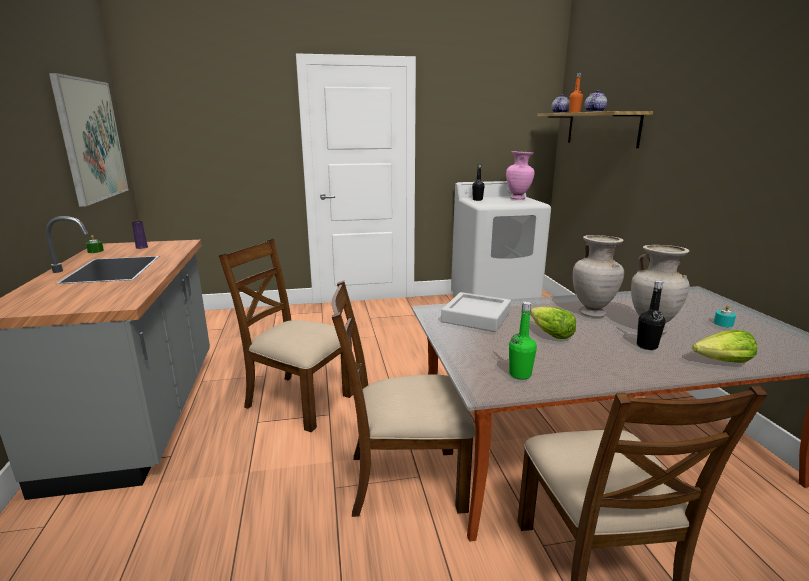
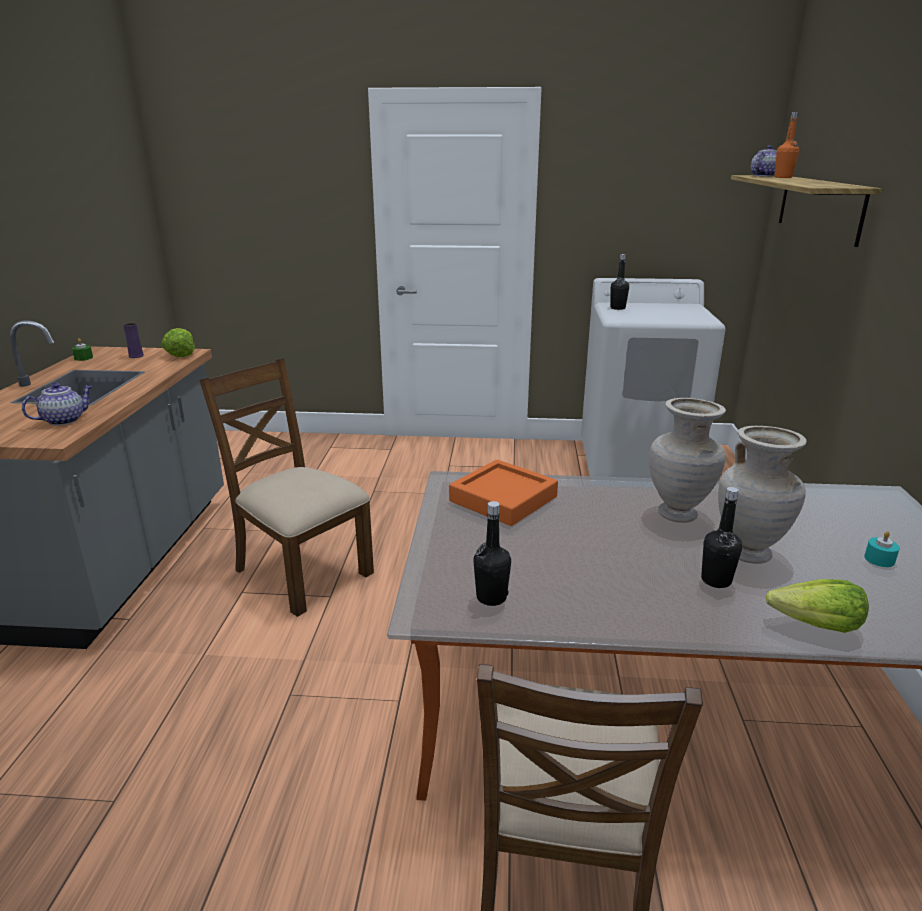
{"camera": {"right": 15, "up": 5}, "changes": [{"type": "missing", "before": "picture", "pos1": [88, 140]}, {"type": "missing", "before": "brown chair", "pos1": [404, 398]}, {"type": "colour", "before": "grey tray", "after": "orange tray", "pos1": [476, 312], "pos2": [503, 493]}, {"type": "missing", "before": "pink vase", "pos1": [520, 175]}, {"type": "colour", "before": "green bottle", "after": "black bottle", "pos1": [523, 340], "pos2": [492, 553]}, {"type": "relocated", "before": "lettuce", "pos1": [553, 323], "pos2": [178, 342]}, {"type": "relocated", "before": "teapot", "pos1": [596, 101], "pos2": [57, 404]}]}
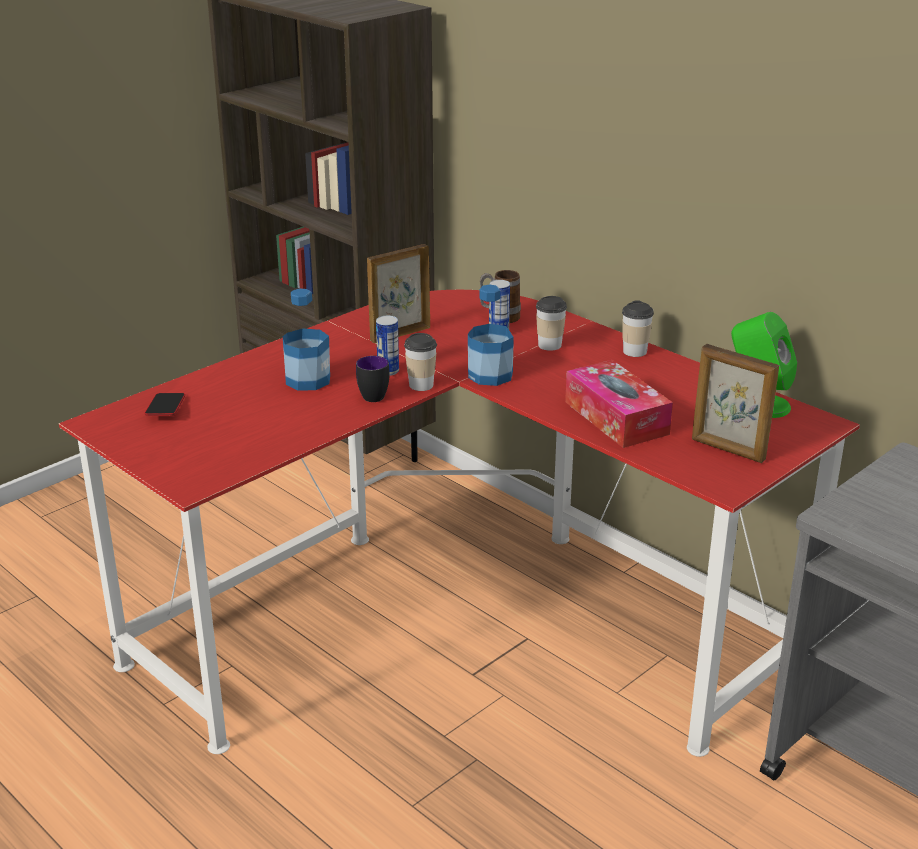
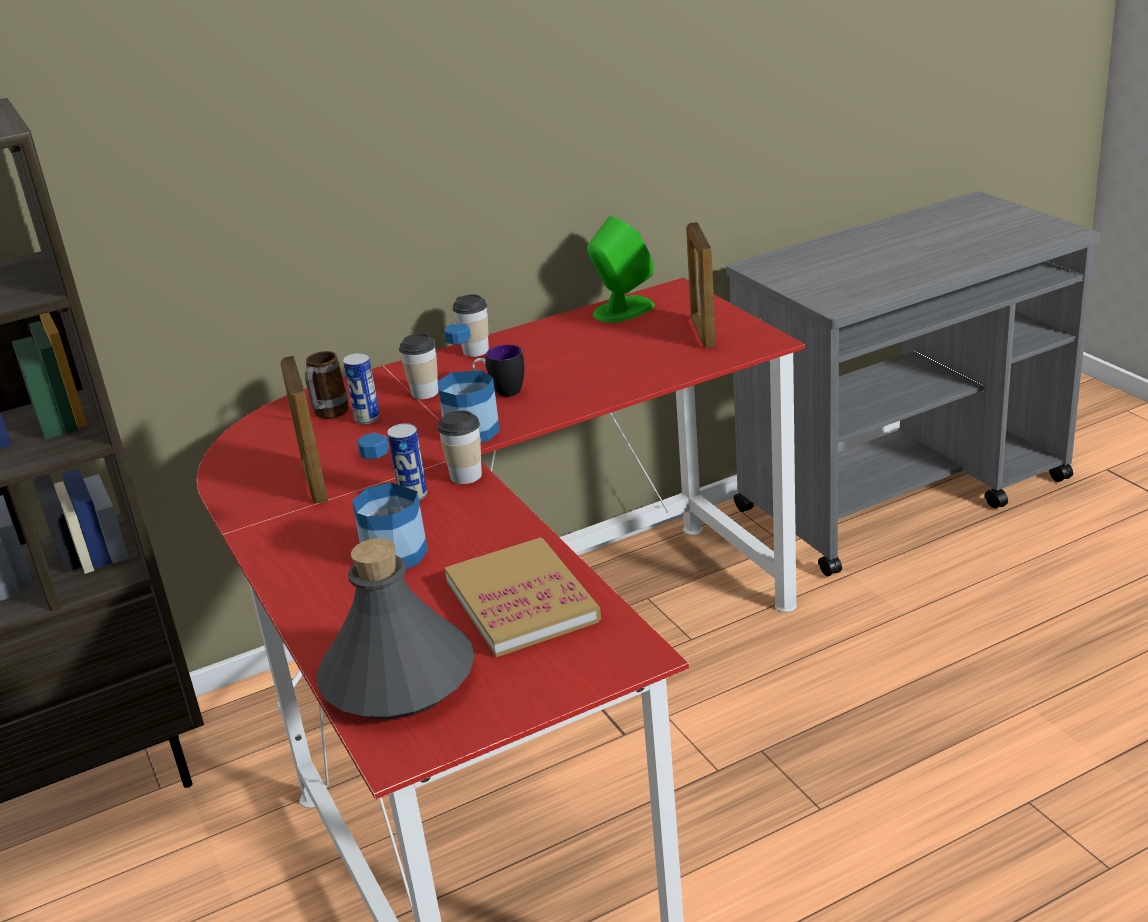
{"camera": {"right": -70, "up": 0}, "changes": [{"type": "exchanged", "before": "phone", "after": "grey bottle", "pos1": [165, 404], "pos2": [396, 628]}, {"type": "relocated", "before": "mug", "pos1": [373, 379], "pos2": [498, 371]}, {"type": "missing", "before": "tissue box", "pos1": [619, 404]}, {"type": "spun", "before": "picture frame", "pos1": [735, 403], "pos2": [701, 285], "turn": 120}, {"type": "appeared", "after": "book", "pos2": [522, 597]}]}
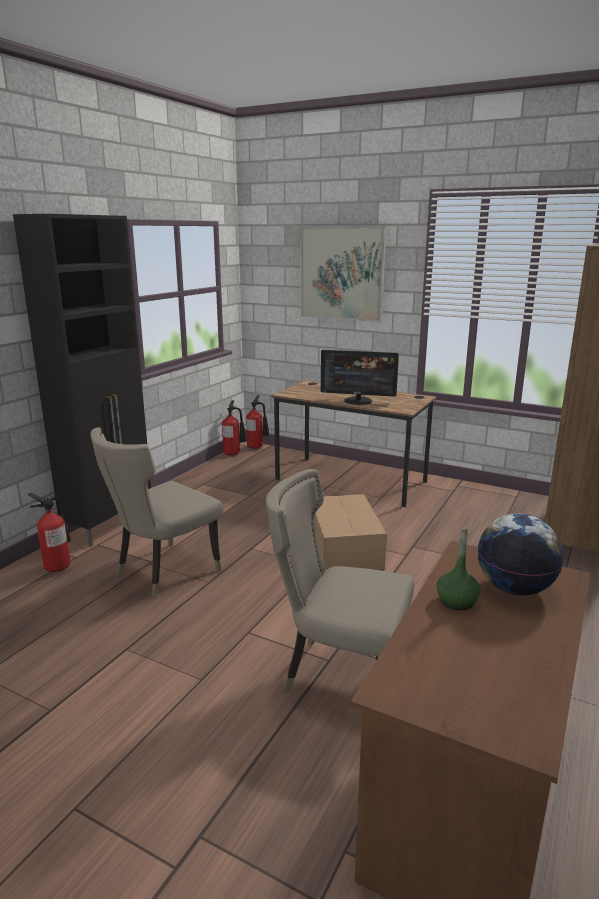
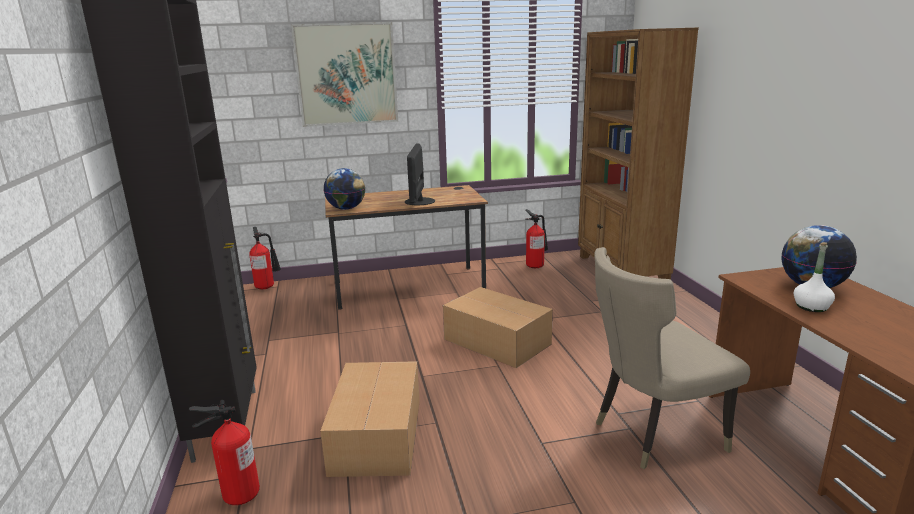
{"camera": {"right": -40, "up": 0}, "changes": [{"type": "exchanged", "before": "beige chair", "after": "cardboard box", "pos1": [157, 512], "pos2": [370, 419]}, {"type": "relocated", "before": "fire extinguisher", "pos1": [234, 428], "pos2": [536, 238]}, {"type": "spun", "before": "monitor", "pos1": [360, 377], "pos2": [420, 174], "turn": 120}, {"type": "colour", "before": "green bottle", "after": "white bottle", "pos1": [459, 569], "pos2": [814, 277]}, {"type": "appeared", "after": "globe", "pos2": [344, 189]}]}
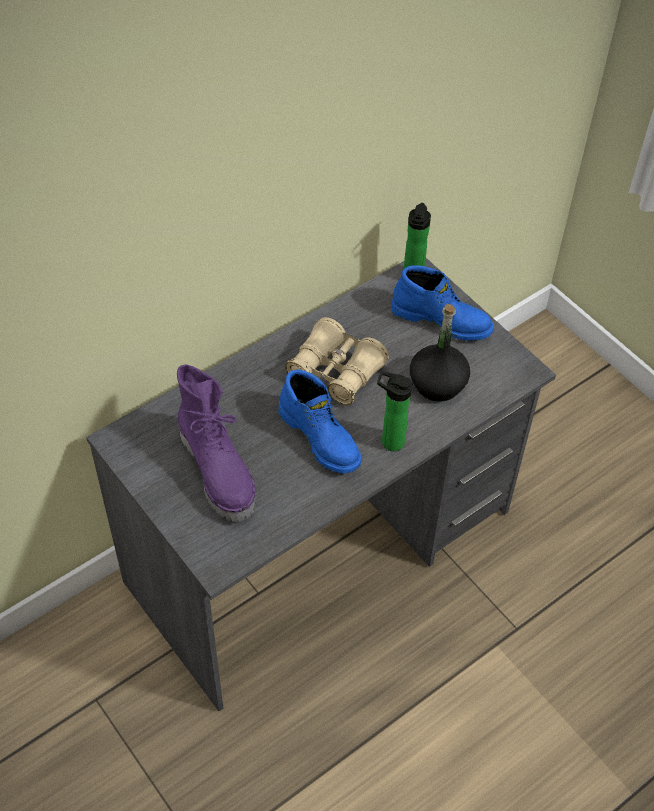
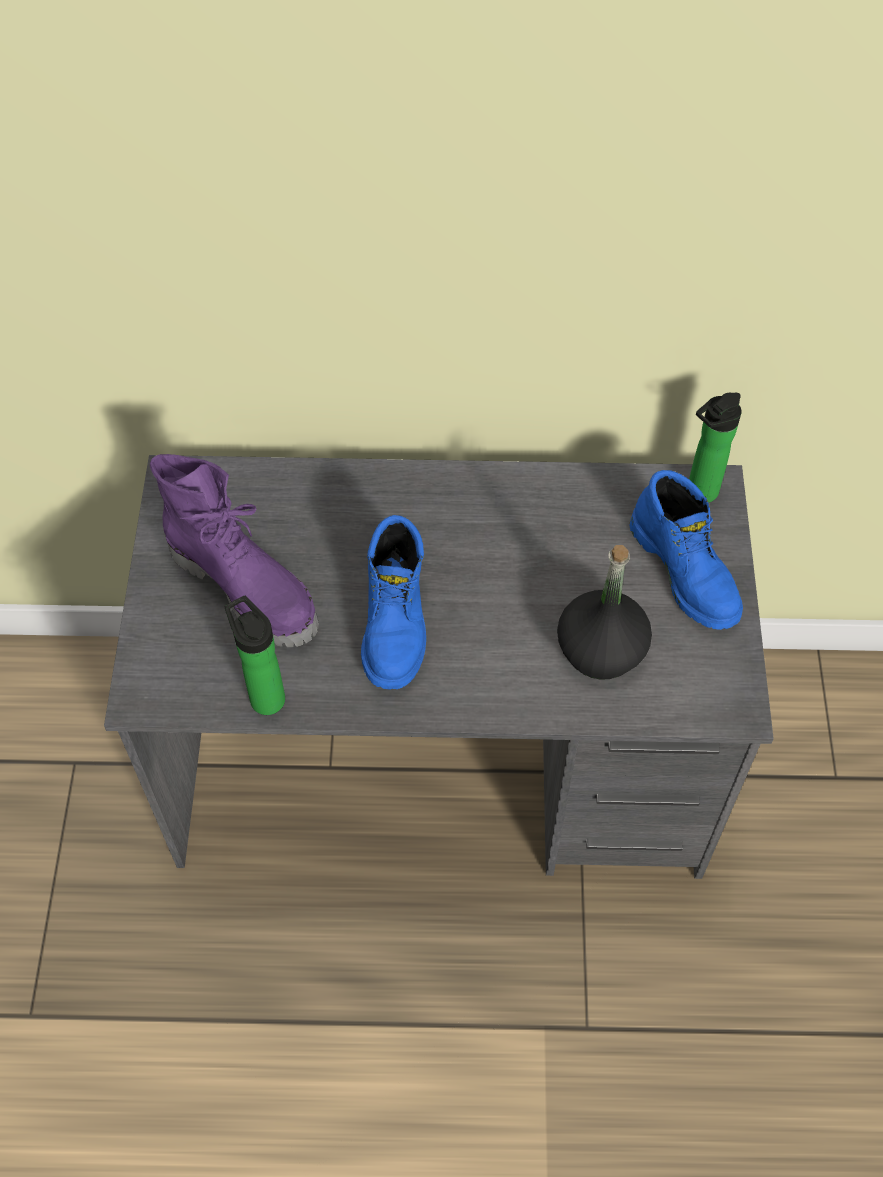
{"camera": {"right": 40, "up": 5}, "changes": [{"type": "spun", "before": "purple boot", "pos1": [216, 443], "pos2": [234, 550], "turn": -60}, {"type": "missing", "before": "beige binoculars", "pos1": [337, 361]}, {"type": "relocated", "before": "bottle", "pos1": [395, 411], "pos2": [255, 655]}]}
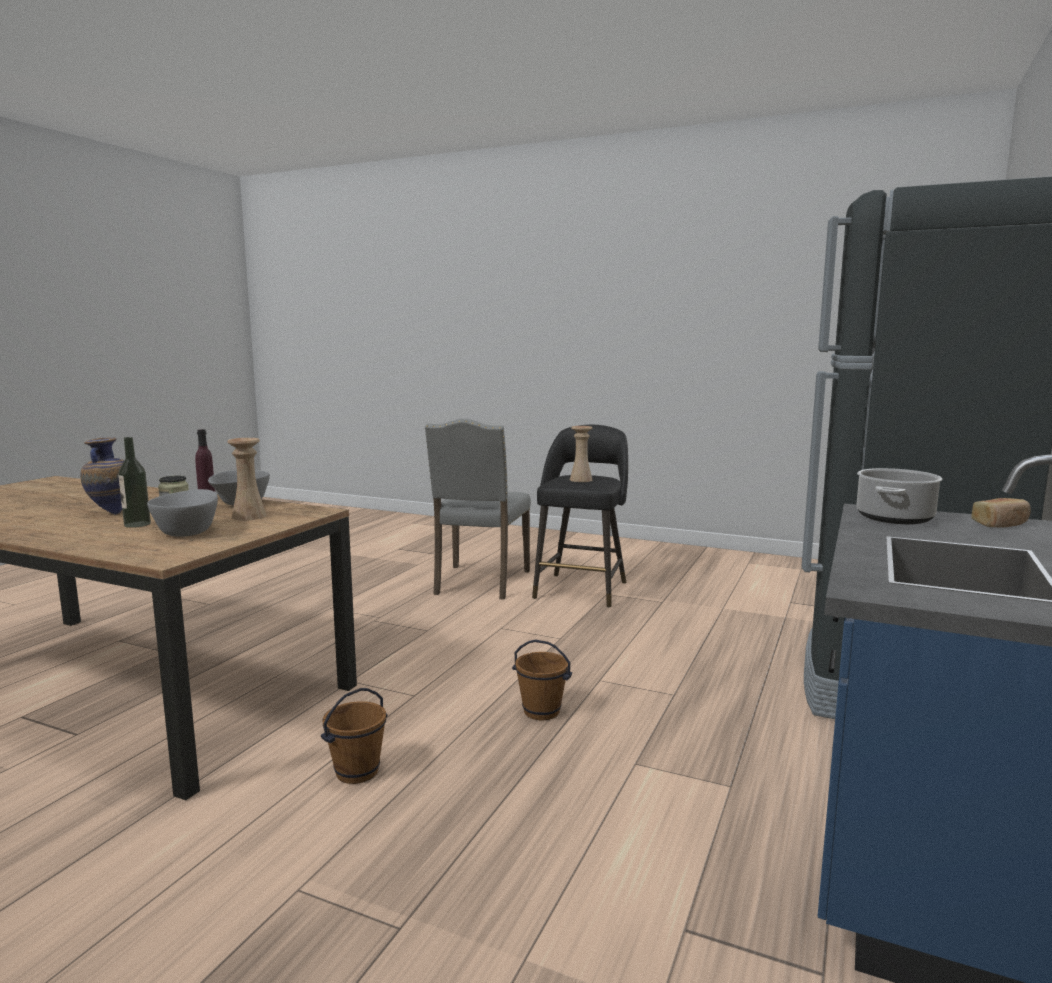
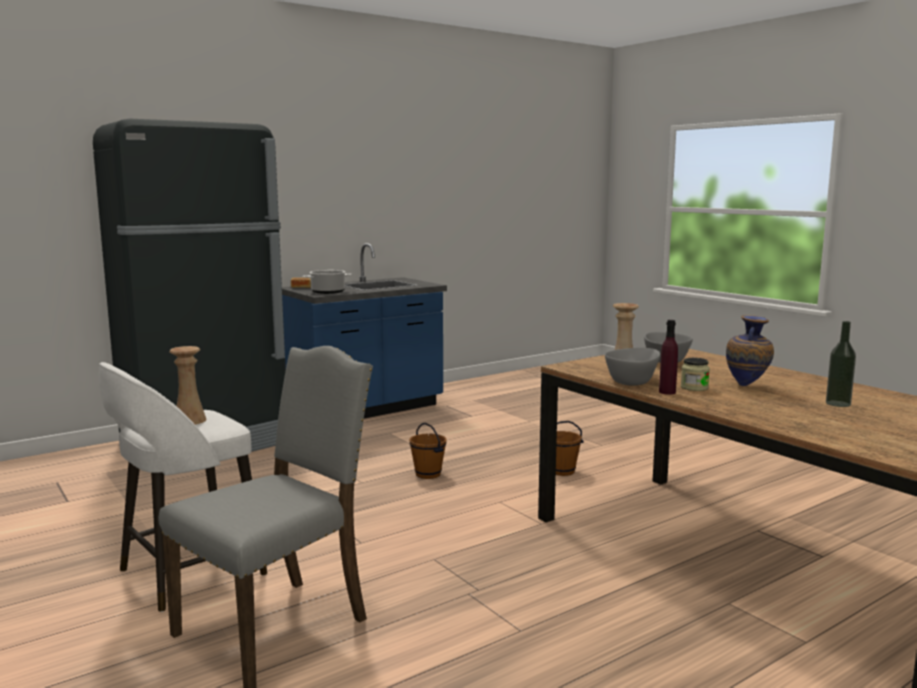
{"camera": {"right": -150, "up": 0}, "changes": [{"type": "relocated", "before": "bottle", "pos1": [134, 482], "pos2": [841, 364]}, {"type": "colour", "before": "black stool", "after": "white stool", "pos1": [580, 516], "pos2": [183, 487]}]}
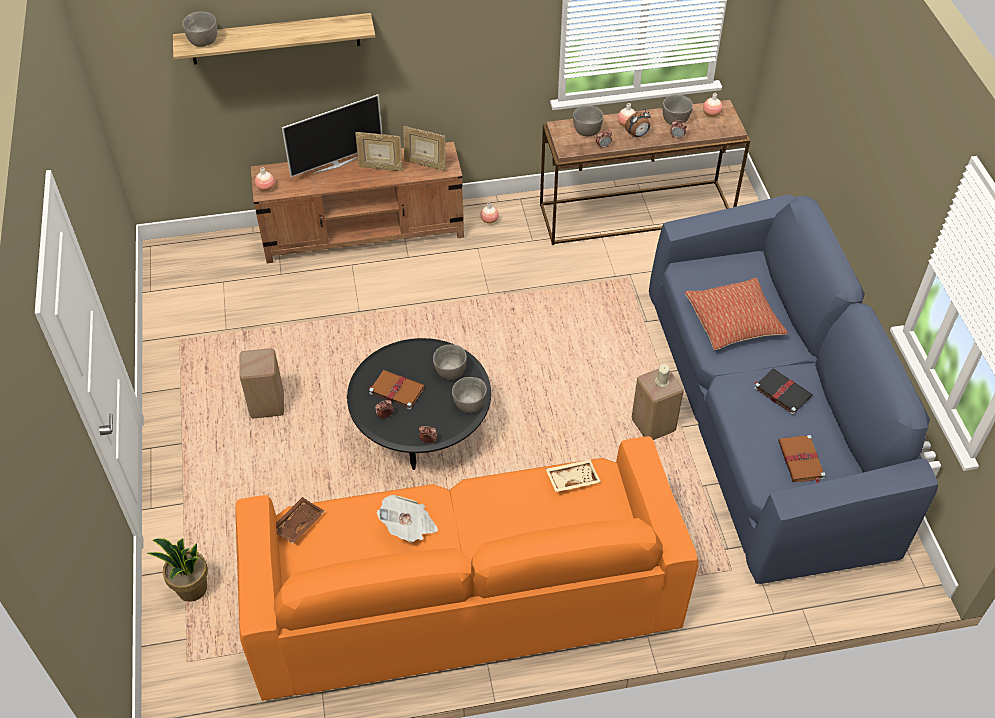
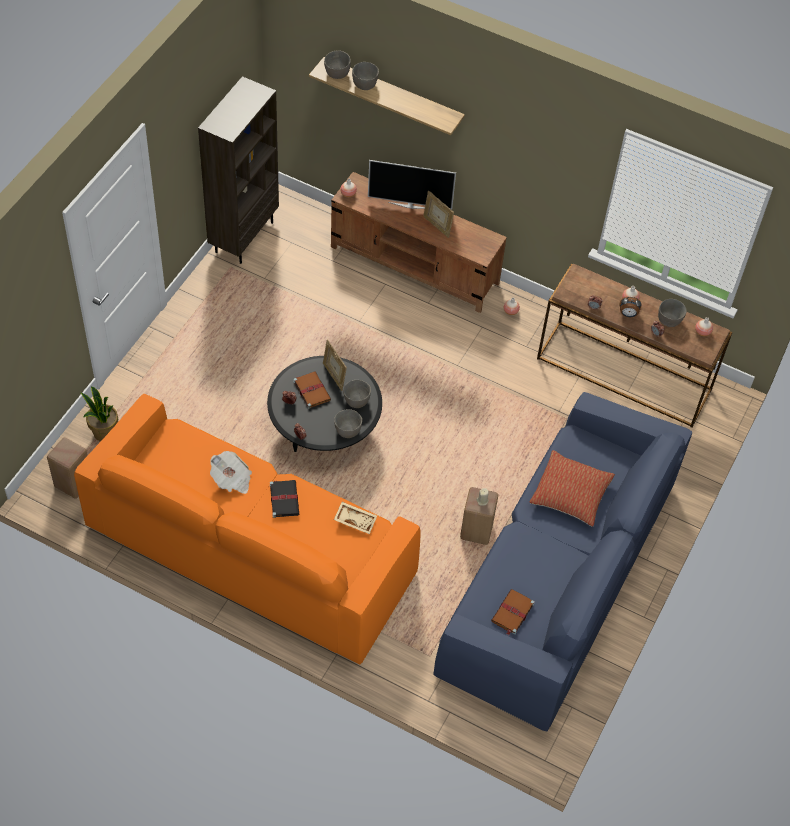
{"camera": {"right": 35, "up": 5}, "changes": [{"type": "relocated", "before": "beige stool", "pos1": [261, 383], "pos2": [67, 468]}, {"type": "missing", "before": "brown tray", "pos1": [300, 520]}, {"type": "relocated", "before": "picture frame", "pos1": [424, 148], "pos2": [335, 365]}, {"type": "relocated", "before": "grey bowl", "pos1": [588, 121], "pos2": [365, 76]}, {"type": "relocated", "before": "black book", "pos1": [783, 391], "pos2": [284, 499]}, {"type": "appeared", "after": "brown bookcase", "pos2": [238, 170]}]}
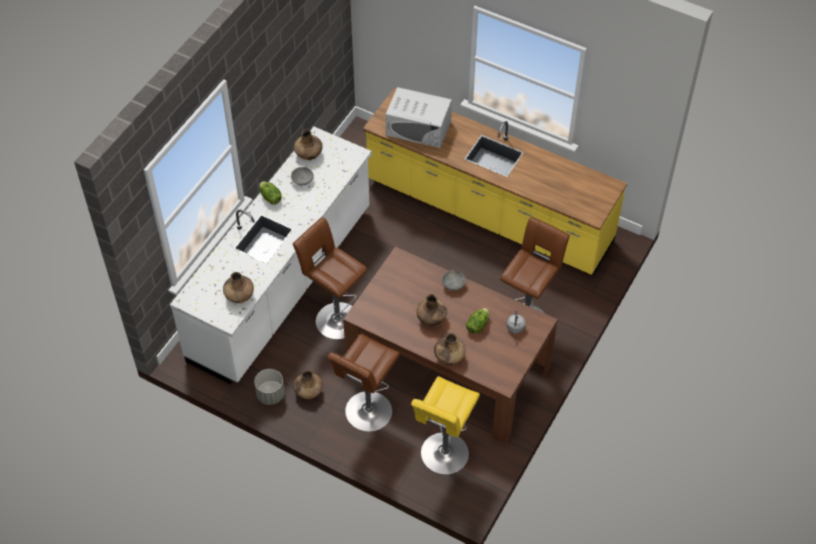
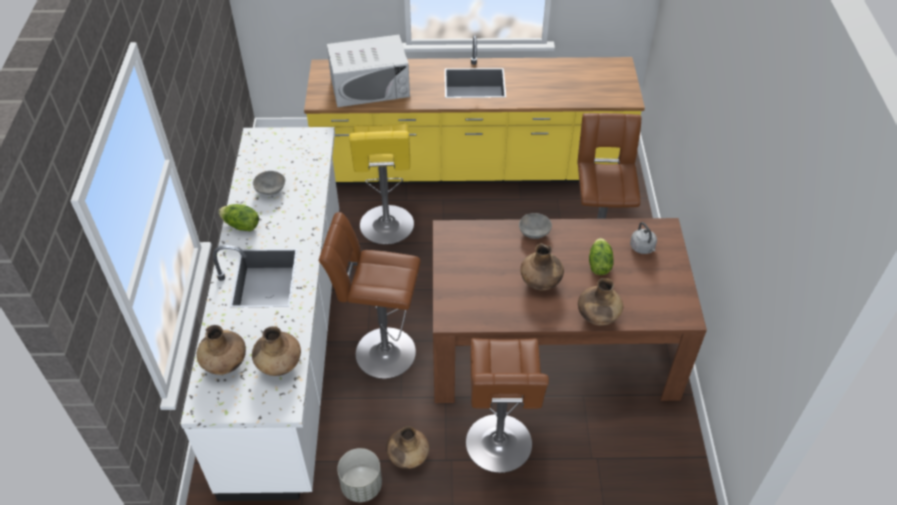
{"camera": {"right": -30, "up": -5}, "changes": [{"type": "relocated", "before": "brown vase", "pos1": [308, 145], "pos2": [221, 350]}, {"type": "relocated", "before": "yellow stool", "pos1": [445, 425], "pos2": [381, 183]}]}
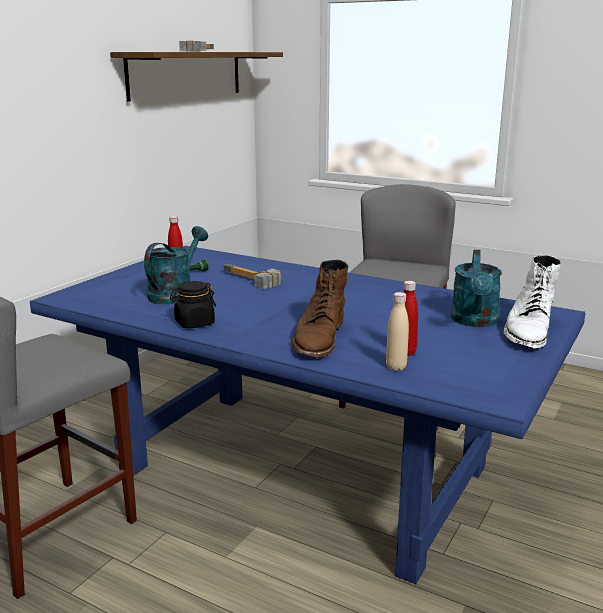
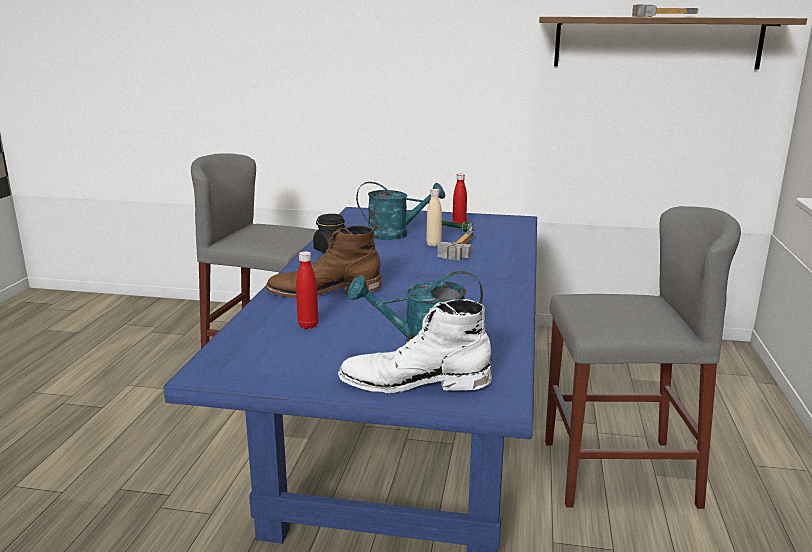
{"camera": {"right": 70, "up": 0}, "changes": [{"type": "relocated", "before": "beige bottle", "pos1": [397, 331], "pos2": [434, 218]}]}
